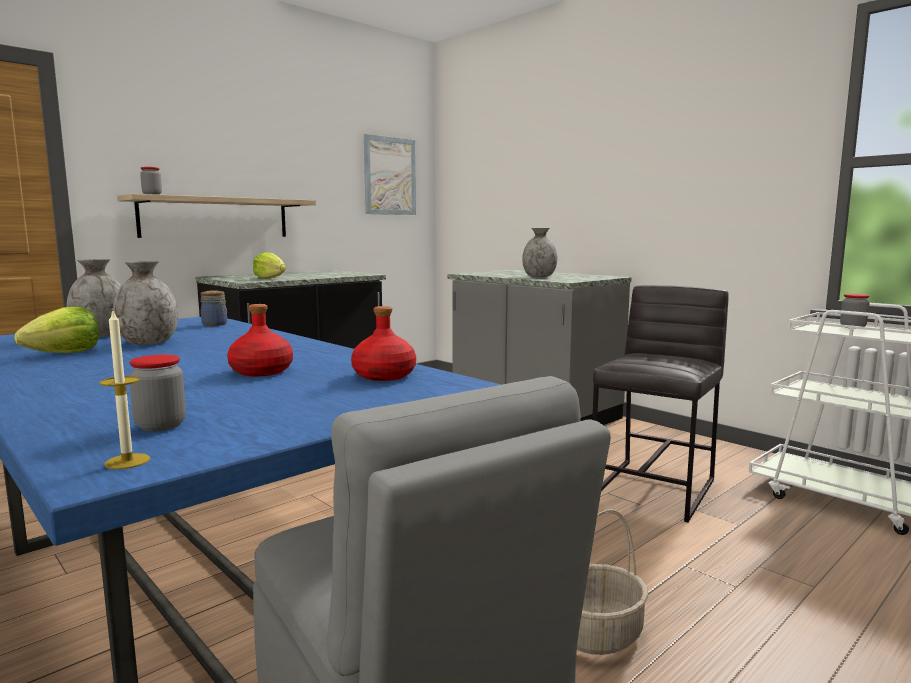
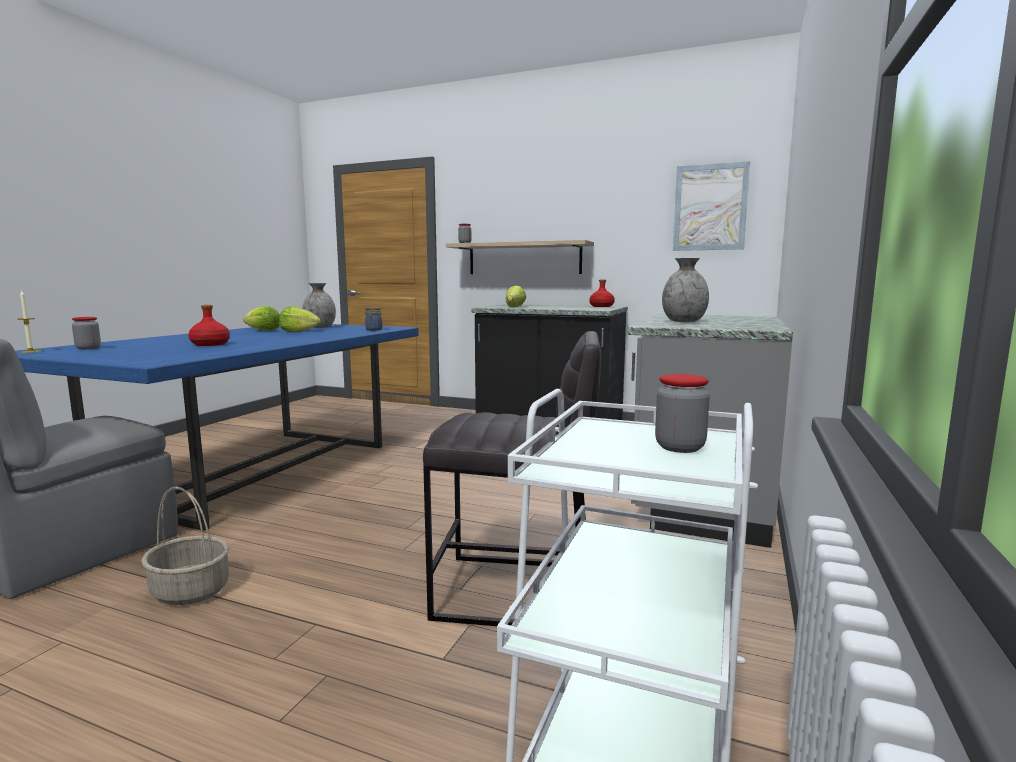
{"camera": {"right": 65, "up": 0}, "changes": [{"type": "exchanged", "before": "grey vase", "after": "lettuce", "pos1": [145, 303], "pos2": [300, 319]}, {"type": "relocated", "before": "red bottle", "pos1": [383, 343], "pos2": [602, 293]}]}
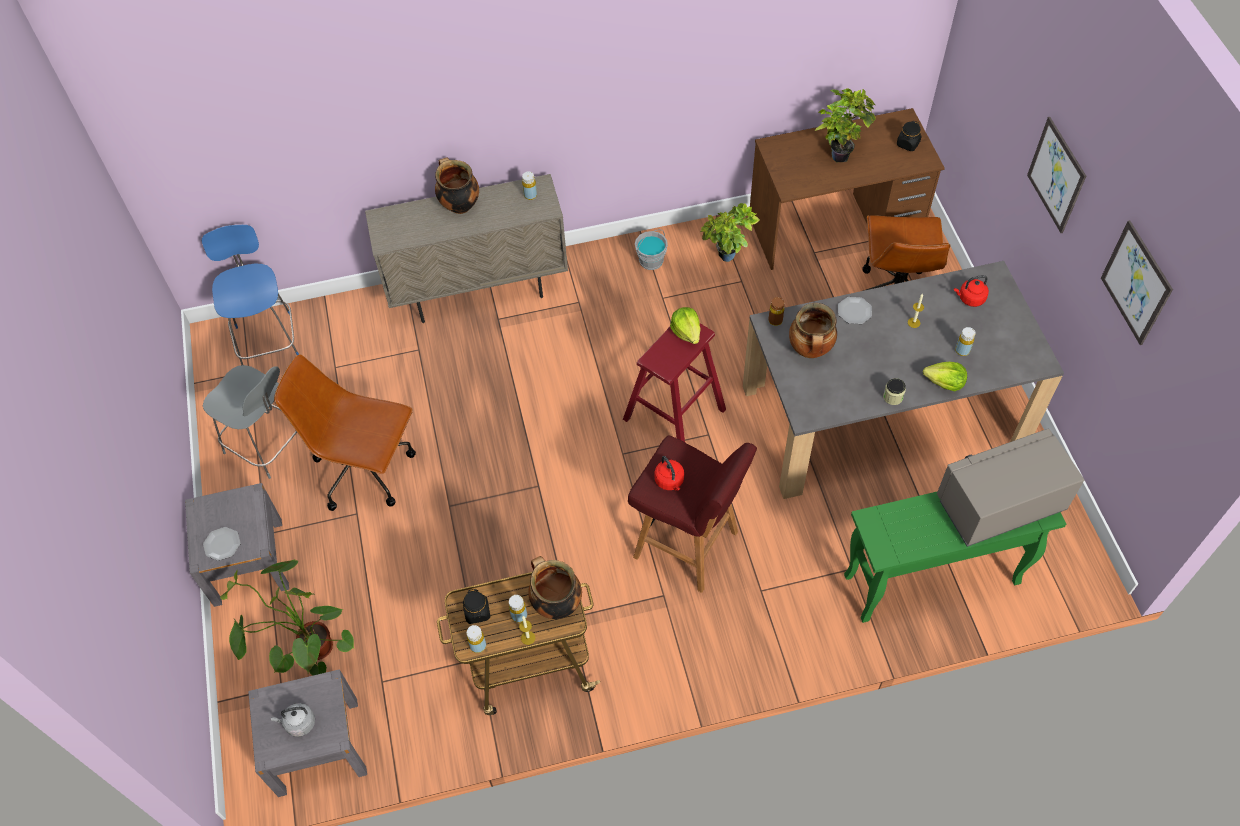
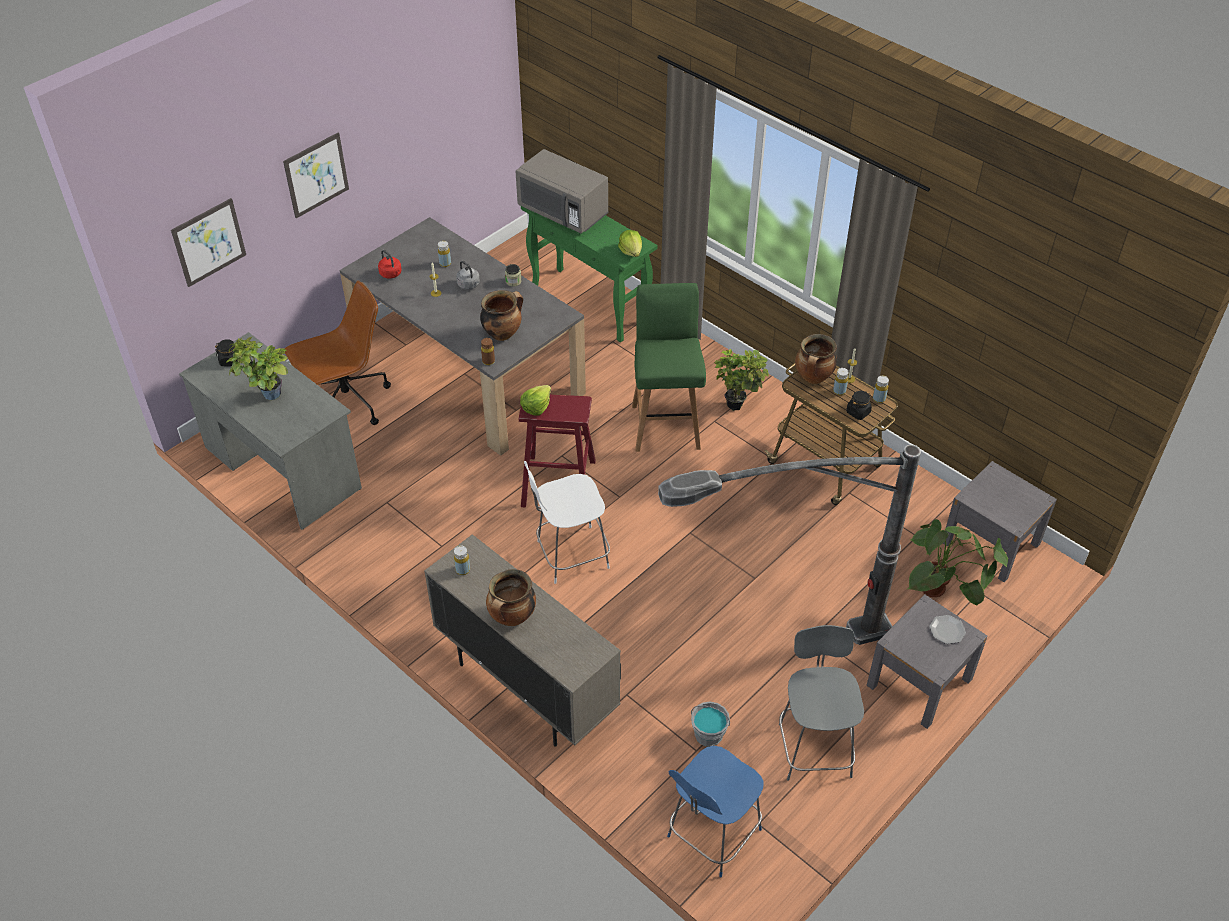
{"camera": {"right": -125, "up": -10}, "changes": [{"type": "relocated", "before": "grey kettle", "pos1": [293, 720], "pos2": [468, 275]}, {"type": "exchanged", "before": "brown office chair", "after": "floor lamp", "pos1": [345, 432], "pos2": [789, 545]}, {"type": "colour", "before": "red stool", "after": "green stool", "pos1": [692, 514], "pos2": [669, 367]}, {"type": "relocated", "before": "grey bucket", "pos1": [651, 249], "pos2": [710, 724]}, {"type": "missing", "before": "red kettle", "pos1": [669, 473]}, {"type": "relocated", "before": "potted plant", "pos1": [730, 232], "pos2": [741, 380]}, {"type": "colour", "before": "brown desk", "after": "grey desk", "pos1": [847, 189], "pos2": [270, 431]}, {"type": "missing", "before": "plate", "pos1": [855, 310]}, {"type": "relocated", "before": "lettuce", "pos1": [945, 377], "pos2": [630, 243]}, {"type": "relocated", "before": "picture", "pos1": [1137, 282], "pos2": [208, 242]}, {"type": "appeared", "after": "white chair", "pos2": [567, 522]}]}
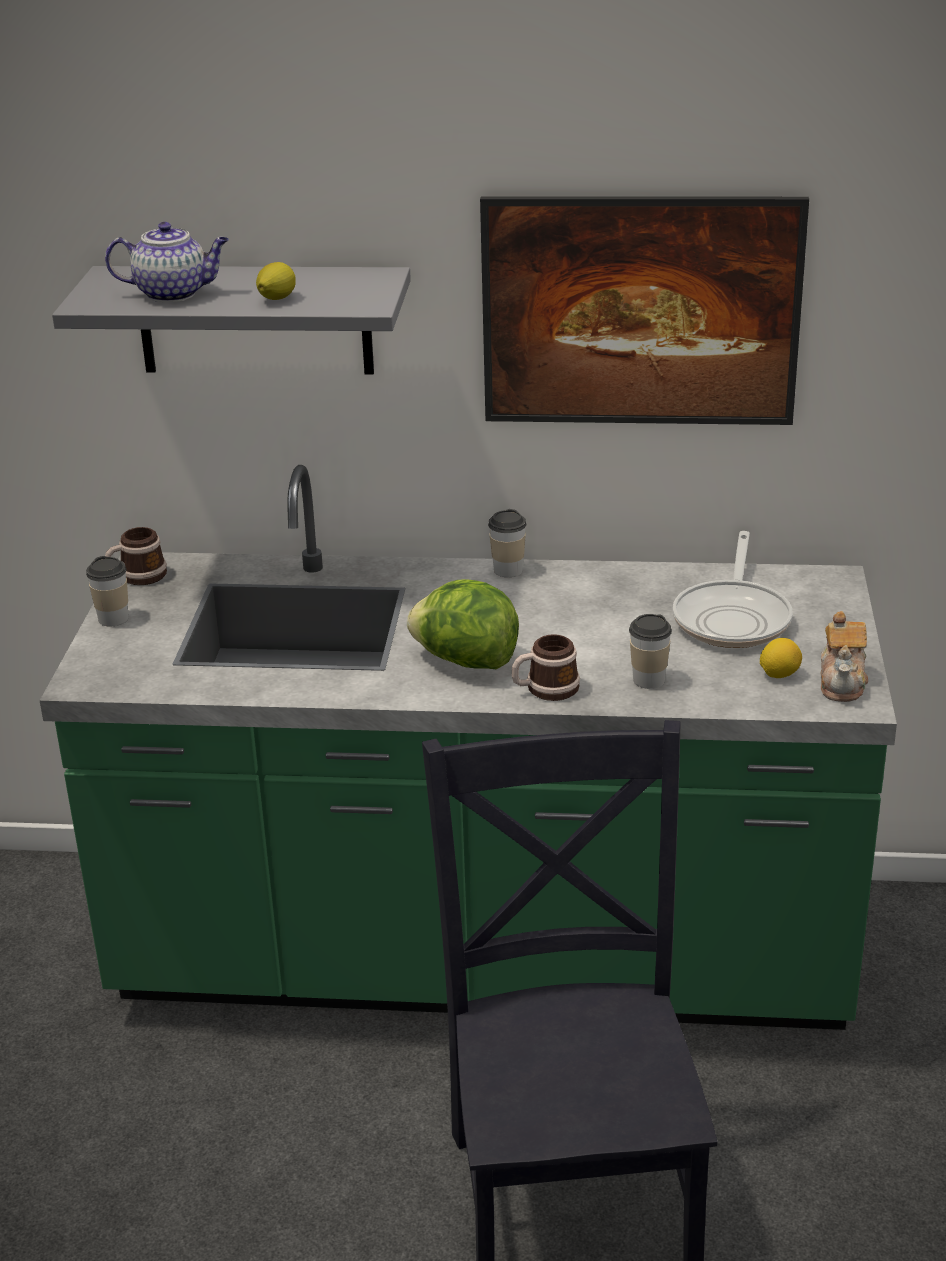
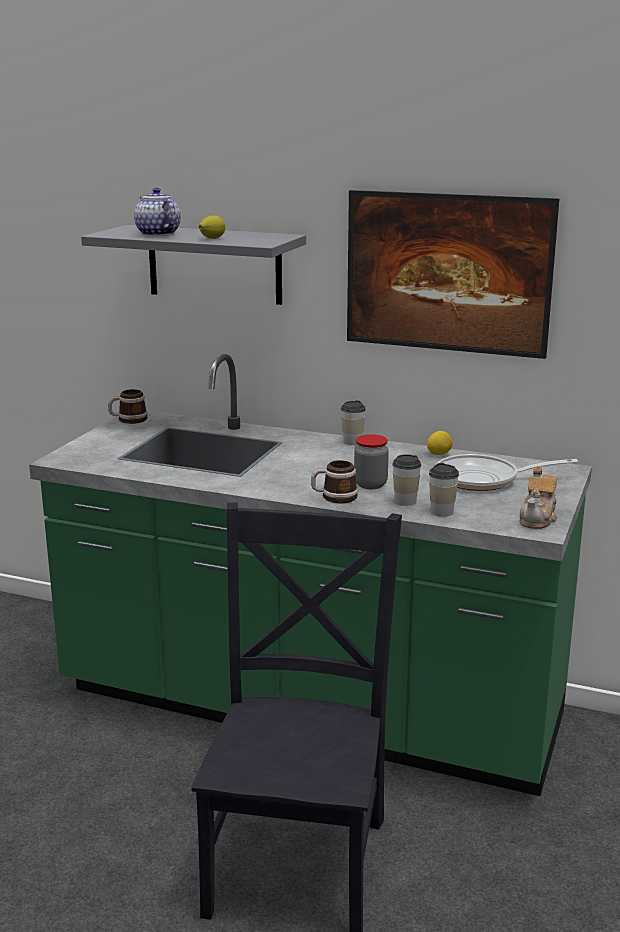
{"camera": {"right": 15, "up": -10}, "changes": [{"type": "relocated", "before": "cup", "pos1": [107, 591], "pos2": [444, 490]}, {"type": "spun", "before": "teapot", "pos1": [167, 262], "pos2": [157, 212], "turn": -135}, {"type": "missing", "before": "lettuce", "pos1": [463, 624]}, {"type": "spun", "before": "frying pan", "pos1": [733, 589], "pos2": [507, 472], "turn": 60}, {"type": "relocated", "before": "lemon", "pos1": [781, 658], "pos2": [440, 443]}, {"type": "appeared", "after": "jar", "pos2": [371, 461]}]}
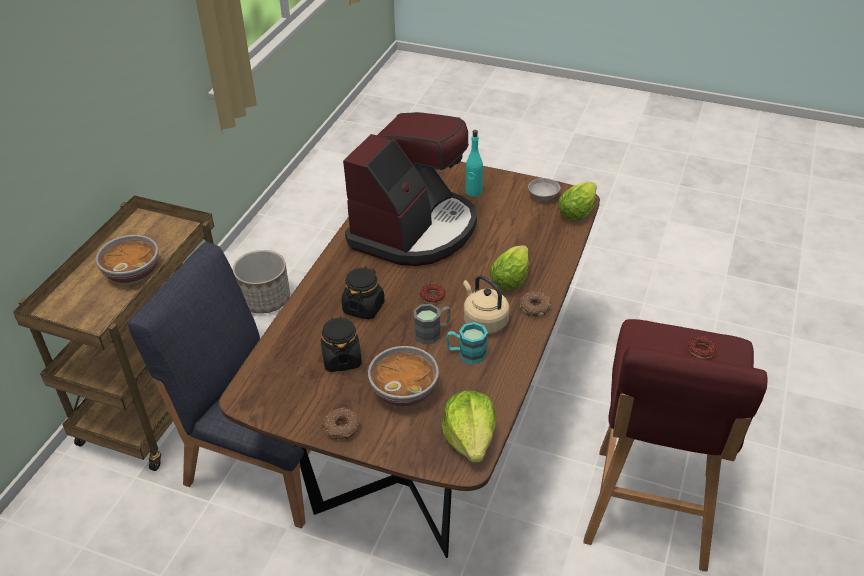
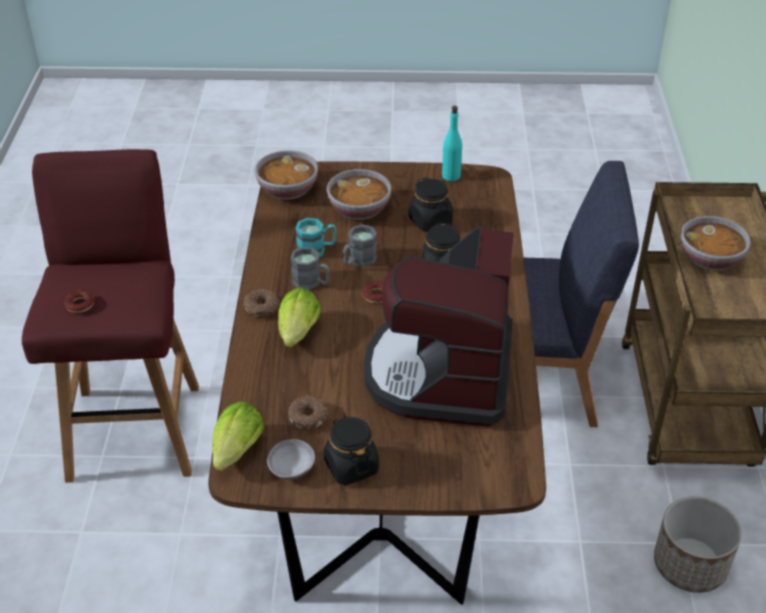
{"camera": {"right": 160, "up": 0}, "changes": [{"type": "relocated", "before": "donut", "pos1": [342, 424], "pos2": [308, 413]}, {"type": "exchanged", "before": "lettuce", "after": "bowl", "pos1": [469, 427], "pos2": [286, 174]}, {"type": "exchanged", "before": "beige kettle", "after": "grey mug", "pos1": [486, 304], "pos2": [310, 268]}, {"type": "relocated", "before": "turquoise bottle", "pos1": [474, 163], "pos2": [452, 143]}, {"type": "appeared", "after": "black jar", "pos2": [351, 450]}]}
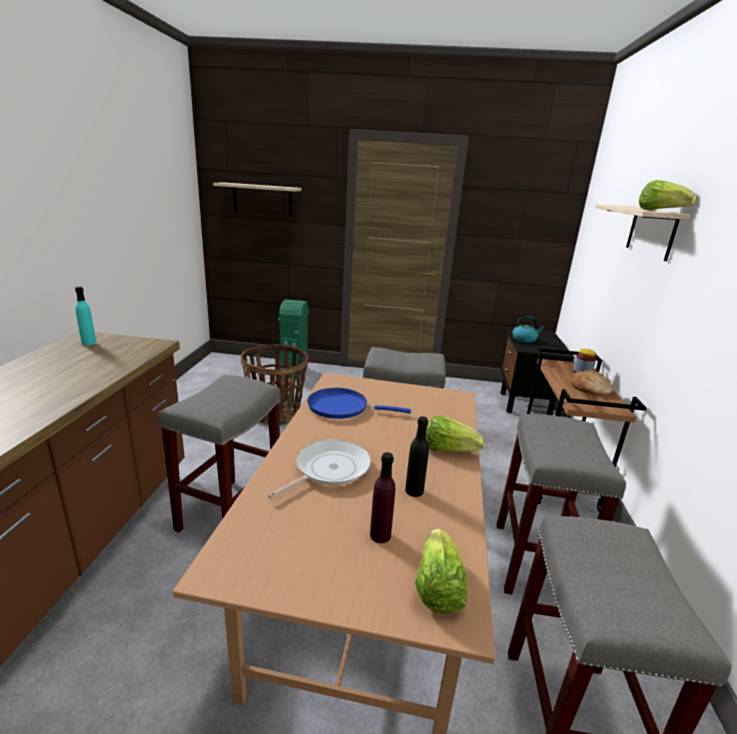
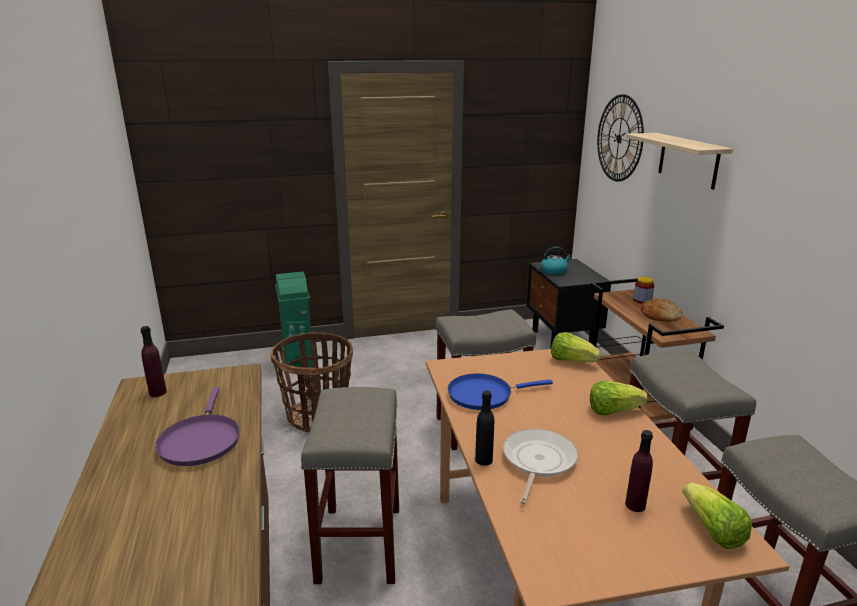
{"camera": {"right": -20, "up": 0}, "changes": [{"type": "colour", "before": "turquoise bottle", "after": "purple bottle", "pos1": [85, 315], "pos2": [153, 361]}, {"type": "missing", "before": "shelf", "pos1": [257, 199]}, {"type": "relocated", "before": "black bottle", "pos1": [417, 456], "pos2": [484, 428]}, {"type": "relocated", "before": "lettuce", "pos1": [667, 195], "pos2": [576, 347]}, {"type": "appeared", "after": "purple frying pan", "pos2": [197, 426]}, {"type": "appeared", "after": "wall clock", "pos2": [620, 138]}]}
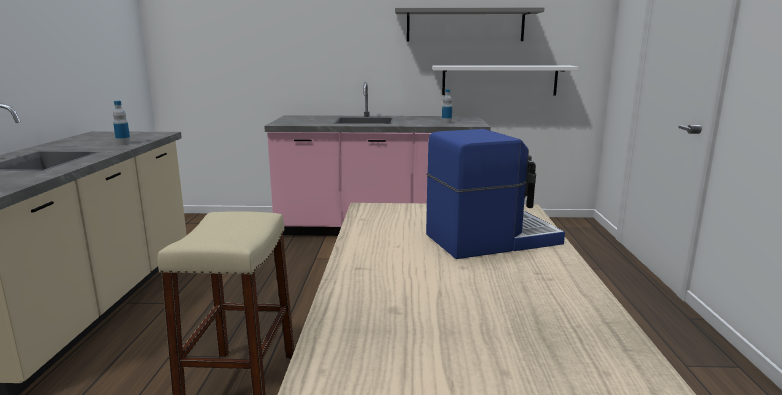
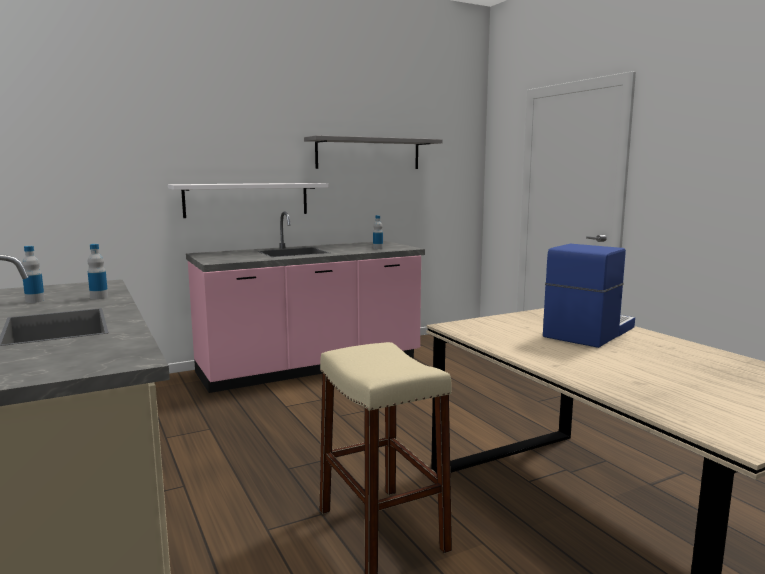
{"camera": {"right": -30, "up": -5}, "changes": [{"type": "relocated", "before": "white shelf", "pos1": [505, 80], "pos2": [248, 200]}, {"type": "appeared", "after": "bottle", "pos2": [33, 274]}]}
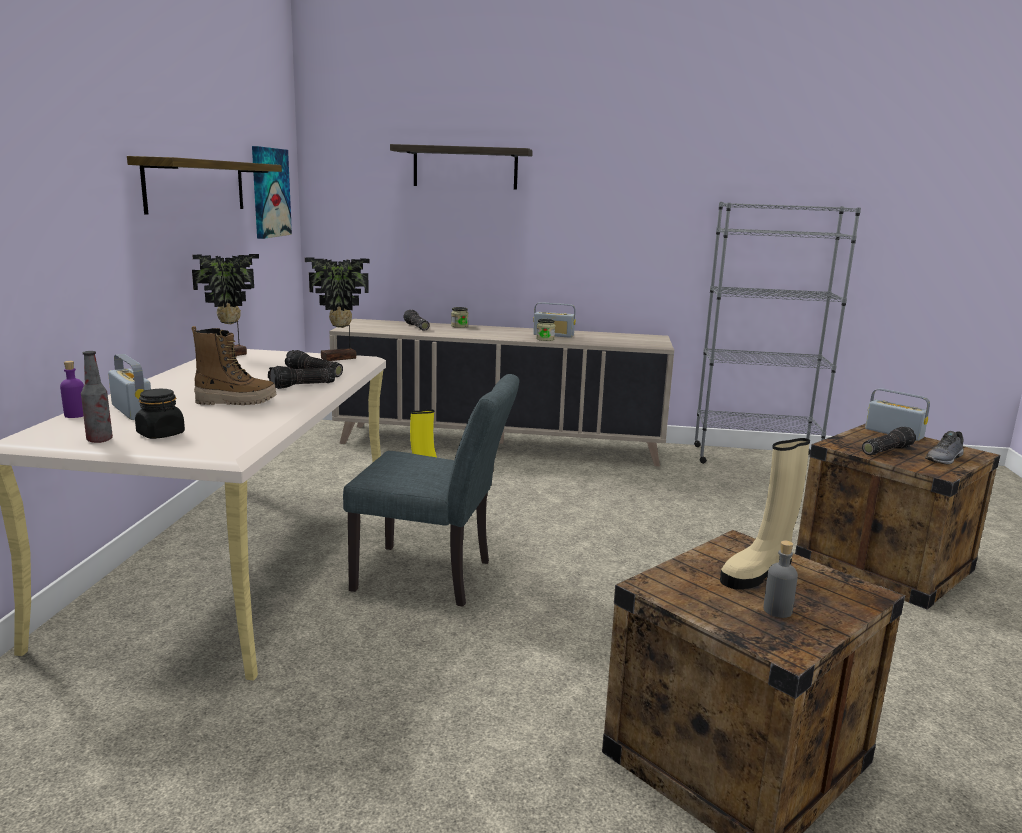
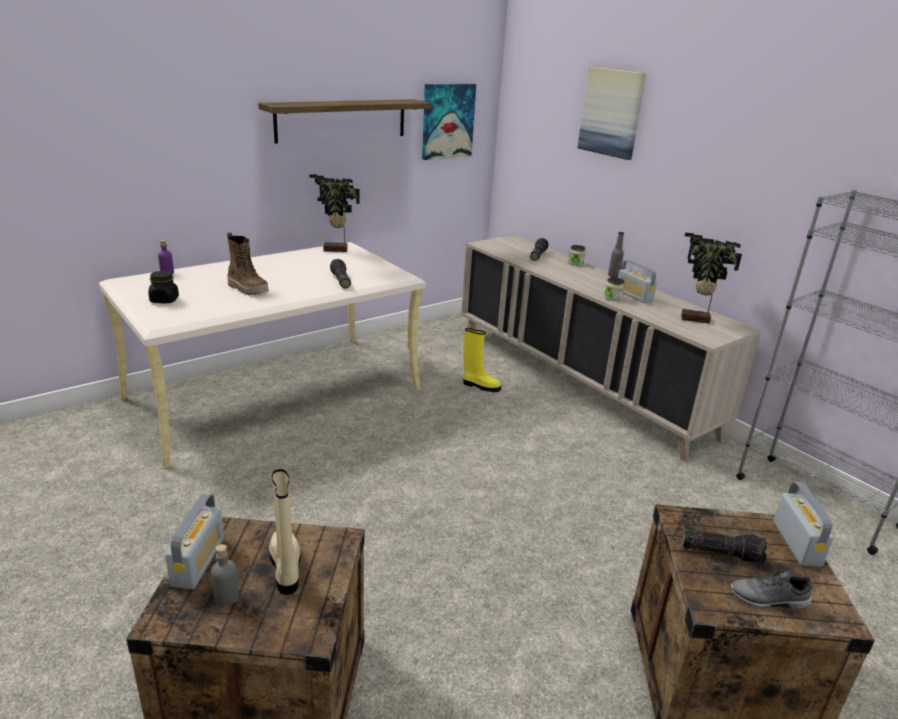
{"camera": {"right": 45, "up": 10}, "changes": [{"type": "relocated", "before": "bottle", "pos1": [97, 397], "pos2": [616, 254]}, {"type": "relocated", "before": "radio", "pos1": [129, 387], "pos2": [194, 541]}, {"type": "missing", "before": "flashlight", "pos1": [301, 377]}, {"type": "relocated", "before": "potted plant", "pos1": [337, 309], "pos2": [711, 278]}, {"type": "missing", "before": "grey chair", "pos1": [431, 490]}, {"type": "exchanged", "before": "shelf", "after": "picture", "pos1": [461, 167], "pos2": [612, 113]}, {"type": "spun", "before": "beige boot", "pos1": [765, 513], "pos2": [285, 532], "turn": 60}]}
